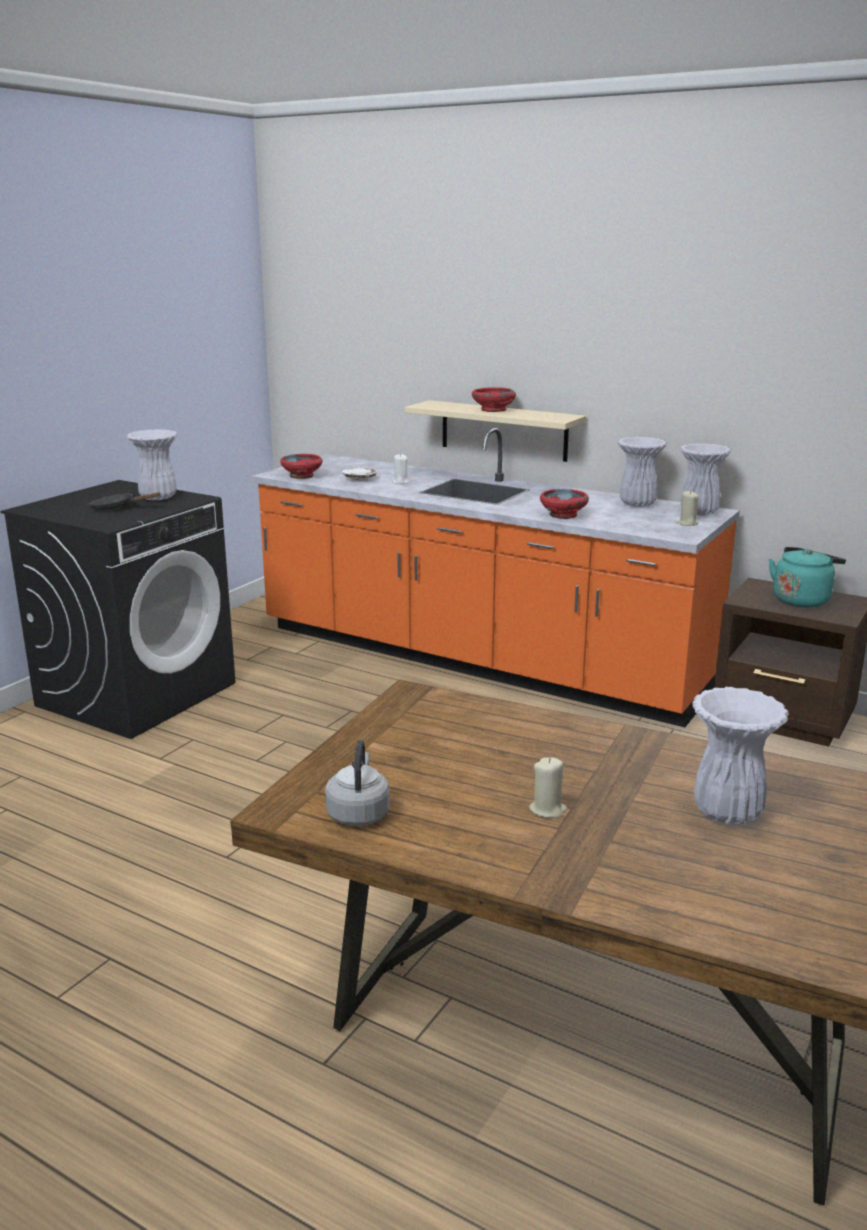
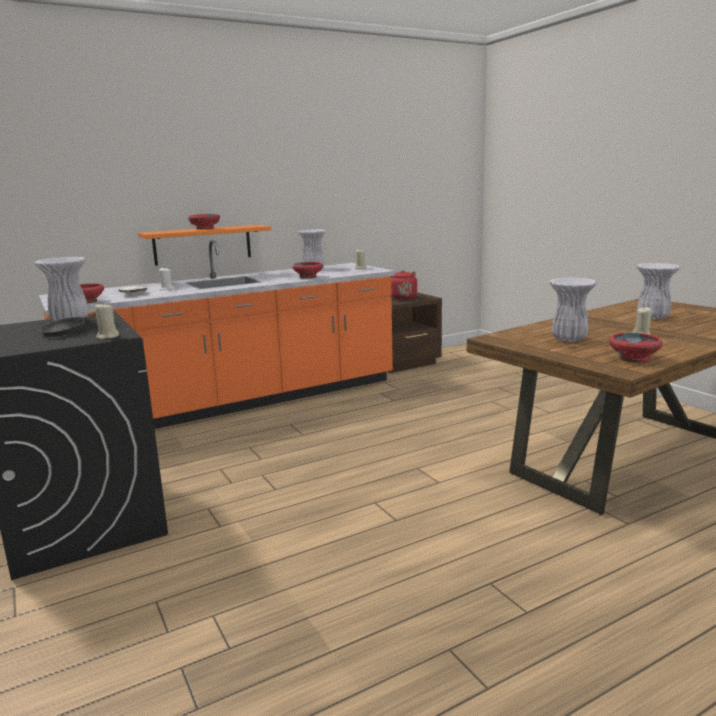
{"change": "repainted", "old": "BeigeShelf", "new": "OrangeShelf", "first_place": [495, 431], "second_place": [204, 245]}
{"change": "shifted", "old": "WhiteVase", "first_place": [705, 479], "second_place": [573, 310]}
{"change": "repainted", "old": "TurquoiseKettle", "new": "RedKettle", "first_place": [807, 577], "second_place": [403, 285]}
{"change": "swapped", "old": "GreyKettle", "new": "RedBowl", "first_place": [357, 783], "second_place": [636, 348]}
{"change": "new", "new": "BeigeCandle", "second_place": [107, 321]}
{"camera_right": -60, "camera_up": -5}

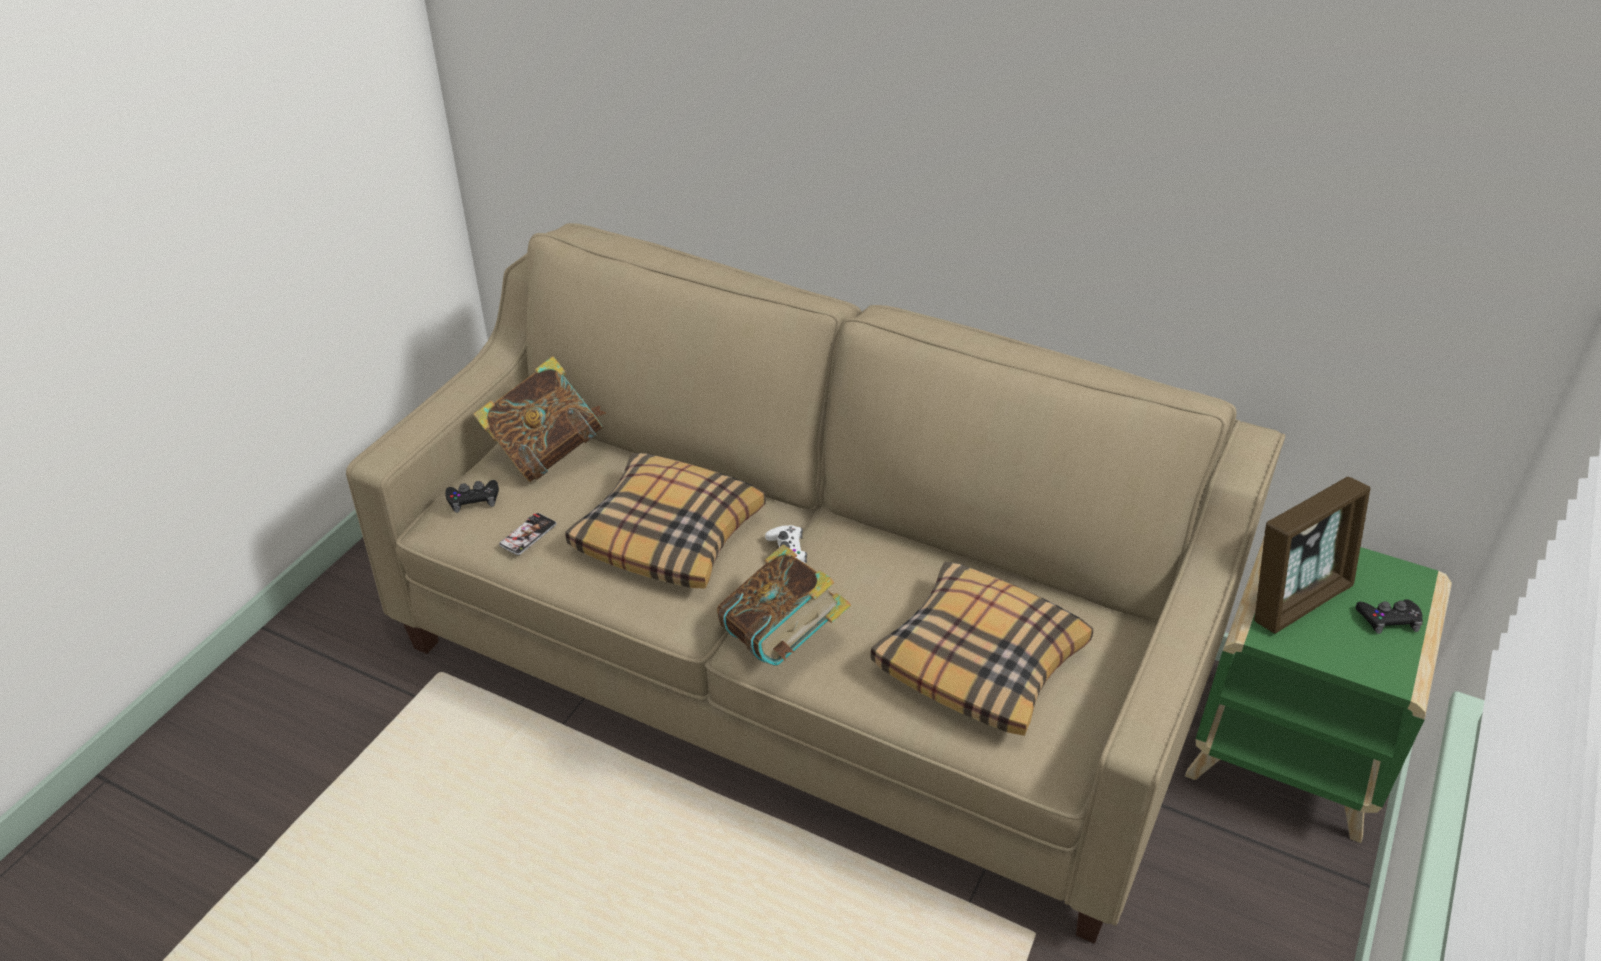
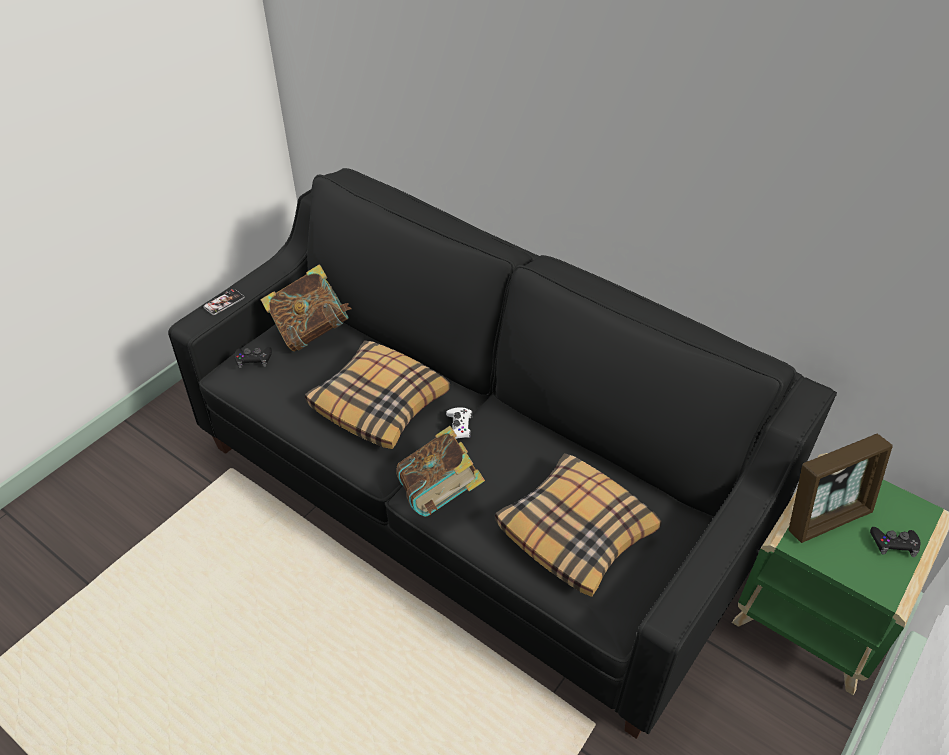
{"change": "repainted", "old": "BeigeSofa", "new": "BlackSofa", "first_place": [815, 583], "second_place": [502, 453]}
{"change": "shifted", "old": "Phone", "first_place": [528, 534], "second_place": [224, 302]}
{"camera_right": 10, "camera_up": 5}

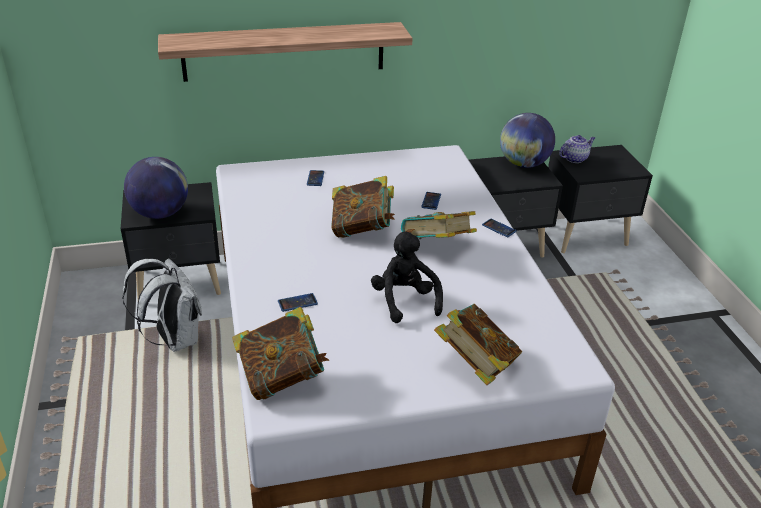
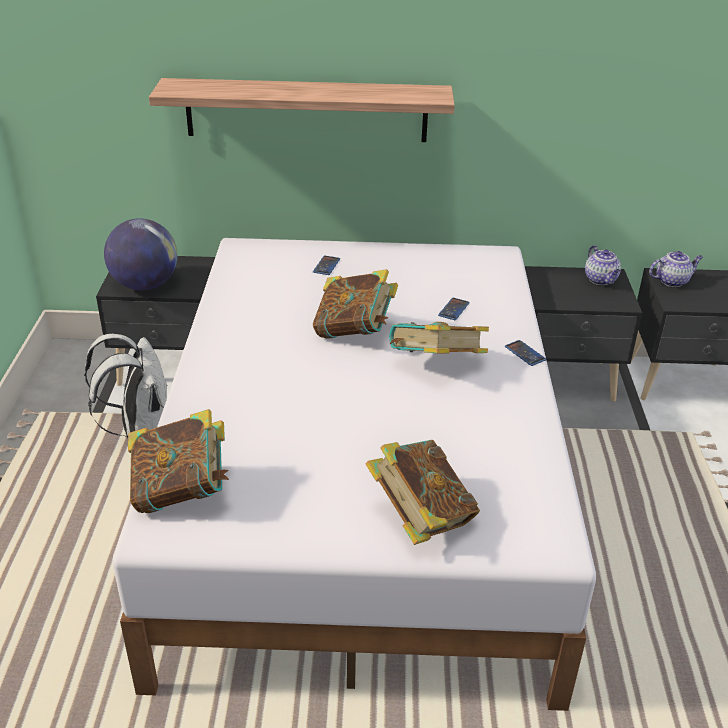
{"change": "swapped", "old": "Globe", "new": "Teapot", "first_place": [527, 140], "second_place": [603, 265]}
{"change": "gone", "old": "BlackPlushToy", "first_place": [407, 277]}
{"change": "gone", "old": "Phone", "first_place": [298, 302]}
{"camera_right": 15, "camera_up": 0}

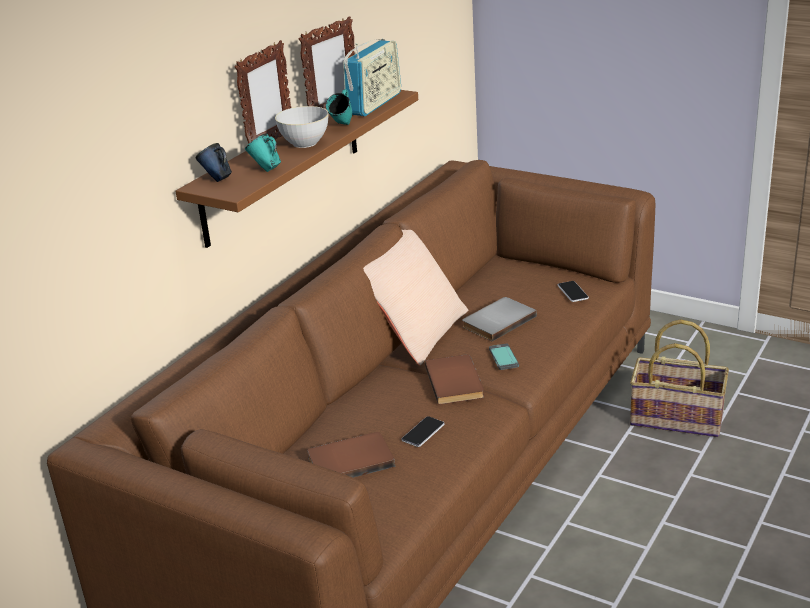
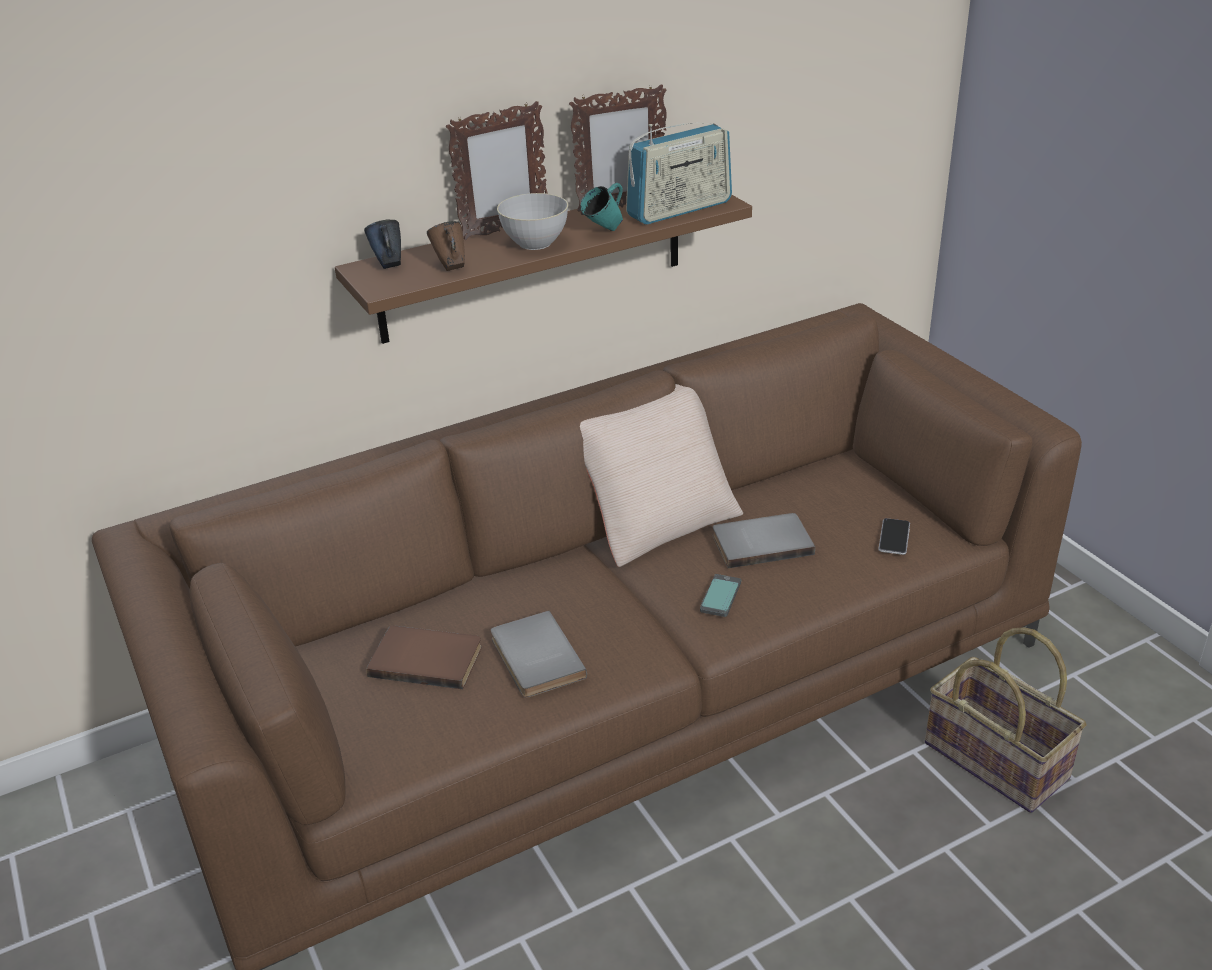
{"change": "repainted", "old": "TurquoiseMug", "new": "BrownMug", "first_place": [263, 152], "second_place": [446, 246]}
{"change": "gone", "old": "BrownBook", "first_place": [454, 379]}
{"change": "swapped", "old": "Phone", "new": "GreyBook", "first_place": [423, 431], "second_place": [539, 654]}
{"camera_right": 30, "camera_up": 5}

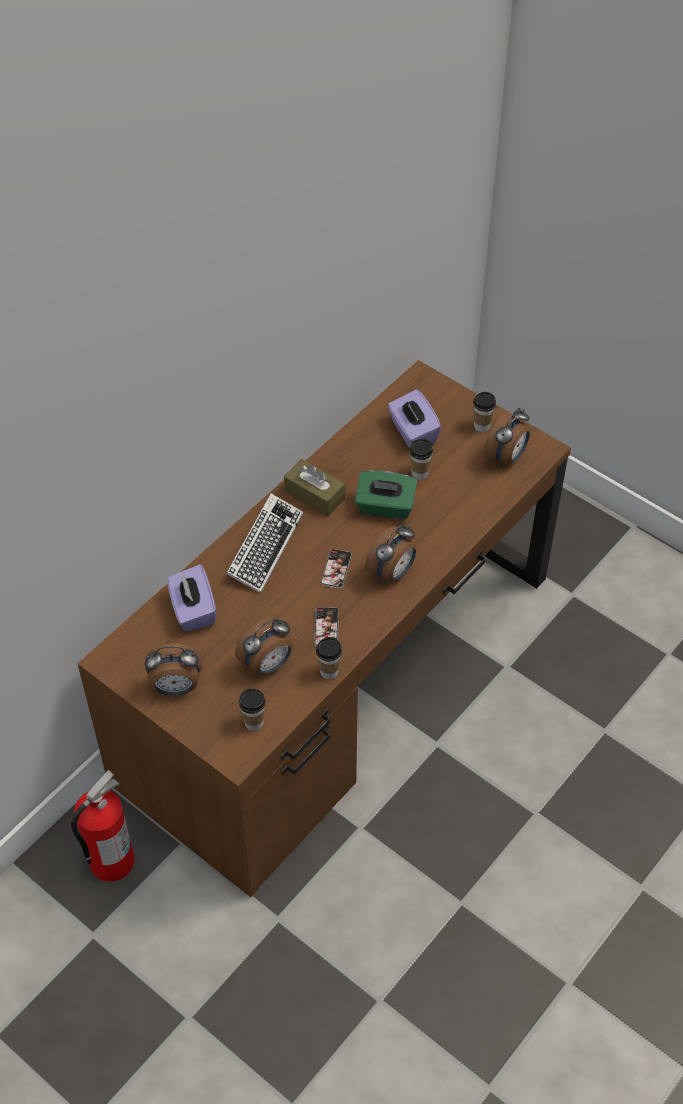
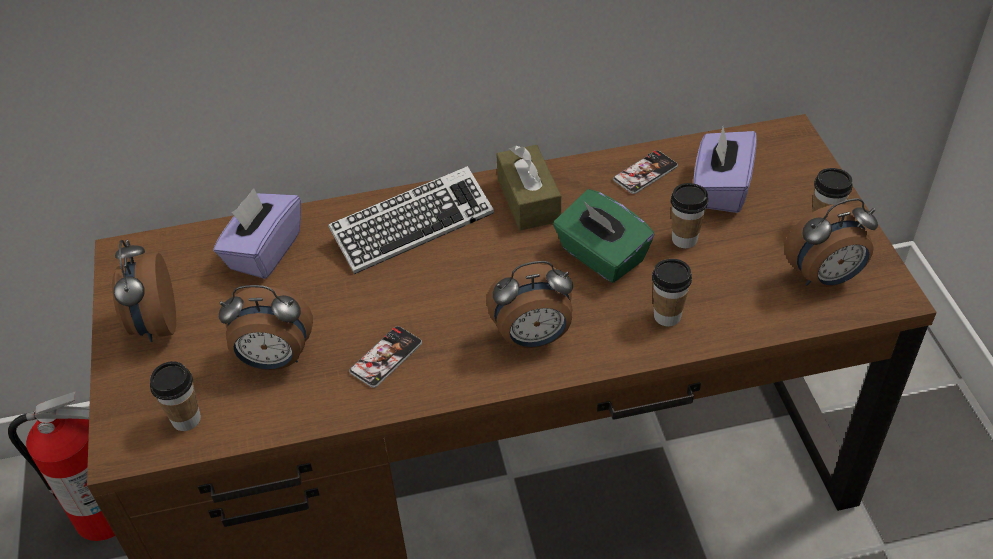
{"change": "shifted", "old": "Phone", "first_place": [336, 569], "second_place": [645, 172]}
{"change": "shifted", "old": "Cup", "first_place": [329, 658], "second_place": [672, 292]}
{"change": "rotated", "old": "AlarmClock", "first_place": [173, 669], "second_place": [144, 290], "degrees": 45}
{"camera_right": 40, "camera_up": -5}

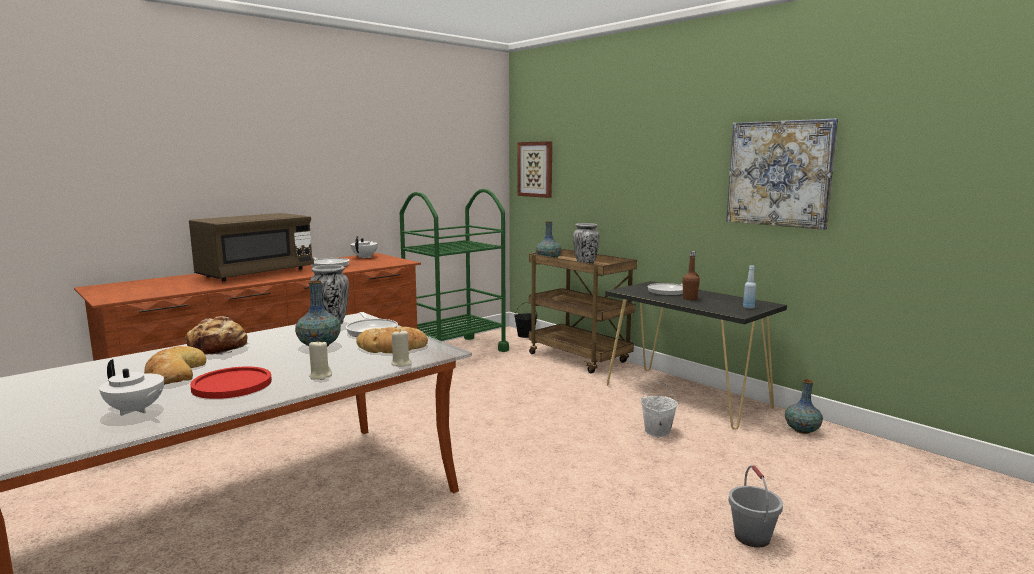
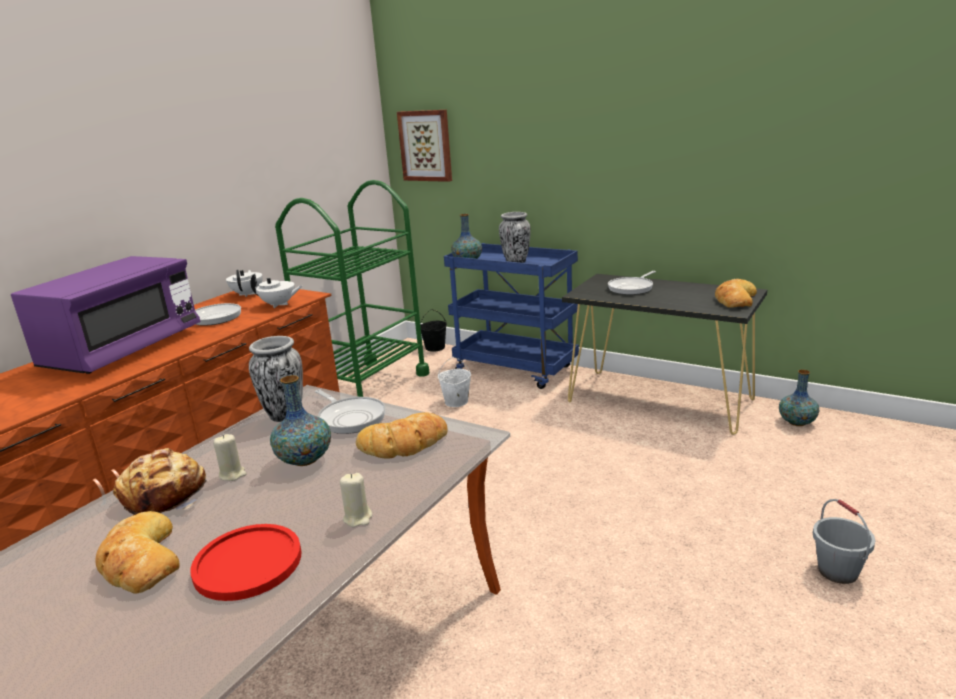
{"change": "gone", "old": "Picture", "first_place": [782, 174]}
{"change": "repainted", "old": "BrownMicrowave", "new": "PurpleMicrowave", "first_place": [251, 247], "second_place": [106, 315]}
{"change": "repainted", "old": "BrownCart", "new": "BlueCart", "first_place": [583, 311], "second_place": [511, 316]}
{"change": "gone", "old": "BrownBottle", "first_place": [691, 275]}
{"change": "swapped", "old": "BlueBottle", "new": "Bread", "first_place": [749, 287], "second_place": [736, 293]}
{"change": "shifted", "old": "BeigeCandle", "first_place": [401, 348], "second_place": [230, 457]}
{"change": "shifted", "old": "WhiteTeapot", "first_place": [131, 387], "second_place": [276, 291]}
{"change": "shifted", "old": "WhiteBucket", "first_place": [659, 409], "second_place": [454, 382]}
{"camera_right": -15, "camera_up": 10}

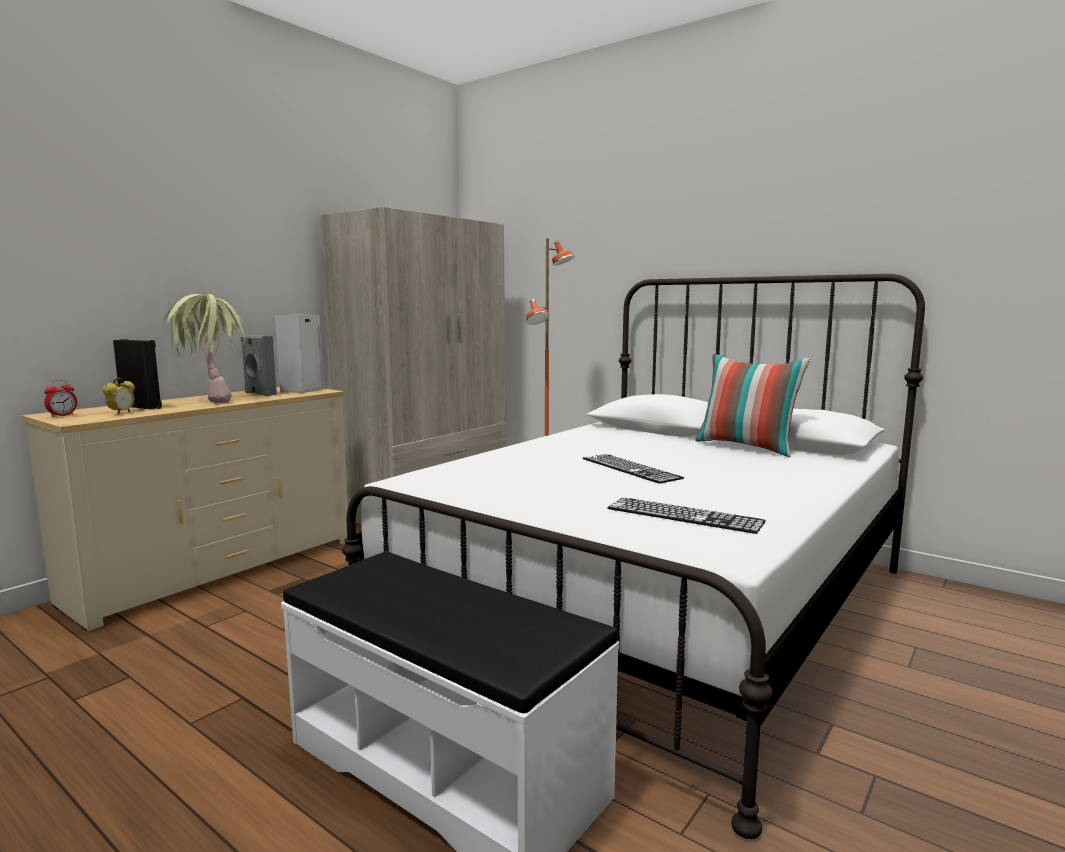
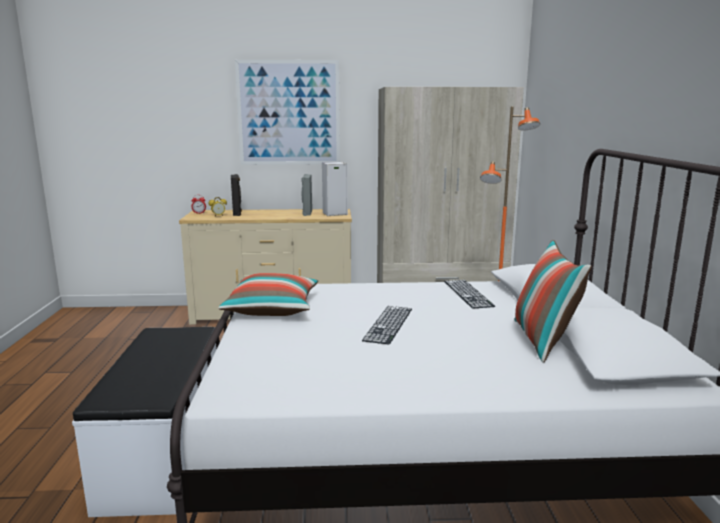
{"change": "gone", "old": "PottedPlant", "first_place": [204, 348]}
{"change": "shifted", "old": "Keyboard", "first_place": [687, 515], "second_place": [469, 294]}
{"change": "new", "new": "Picture", "second_place": [287, 112]}
{"change": "new", "new": "Pillow", "second_place": [268, 294]}
{"camera_right": 50, "camera_up": 5}

